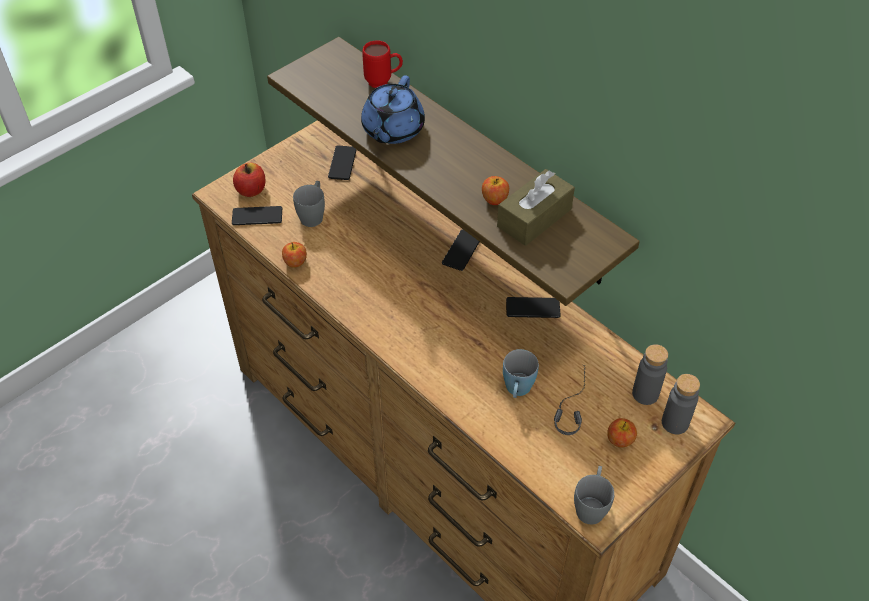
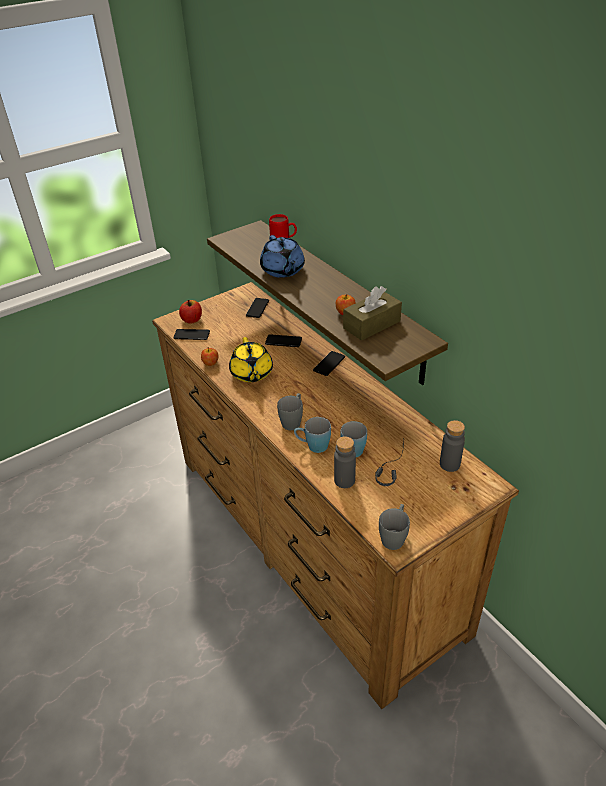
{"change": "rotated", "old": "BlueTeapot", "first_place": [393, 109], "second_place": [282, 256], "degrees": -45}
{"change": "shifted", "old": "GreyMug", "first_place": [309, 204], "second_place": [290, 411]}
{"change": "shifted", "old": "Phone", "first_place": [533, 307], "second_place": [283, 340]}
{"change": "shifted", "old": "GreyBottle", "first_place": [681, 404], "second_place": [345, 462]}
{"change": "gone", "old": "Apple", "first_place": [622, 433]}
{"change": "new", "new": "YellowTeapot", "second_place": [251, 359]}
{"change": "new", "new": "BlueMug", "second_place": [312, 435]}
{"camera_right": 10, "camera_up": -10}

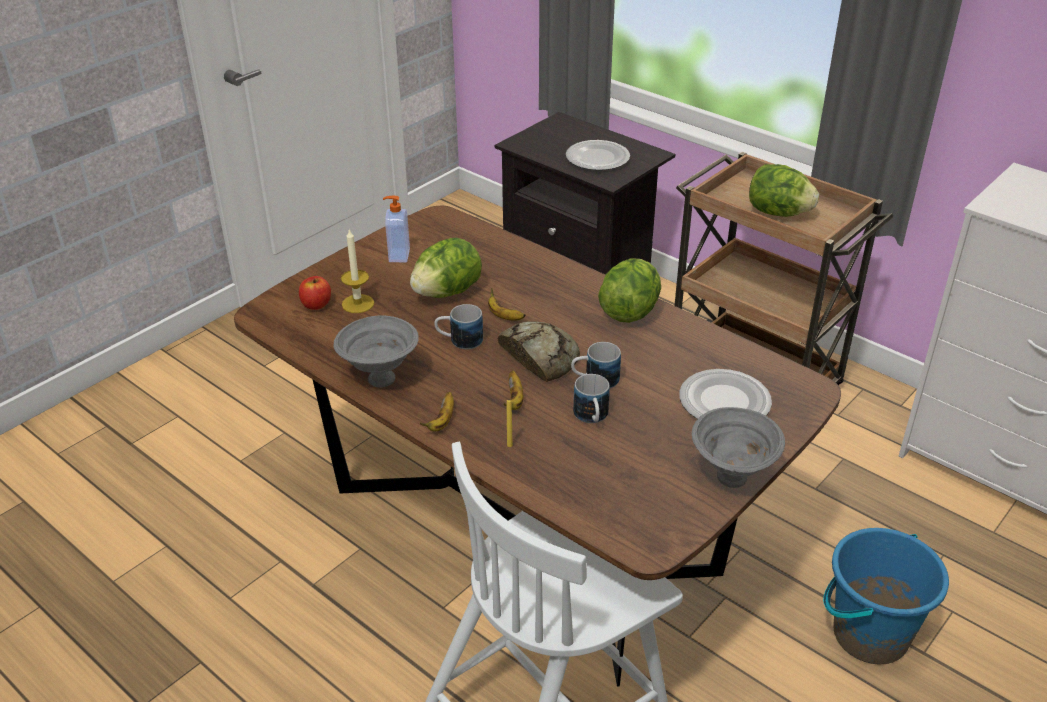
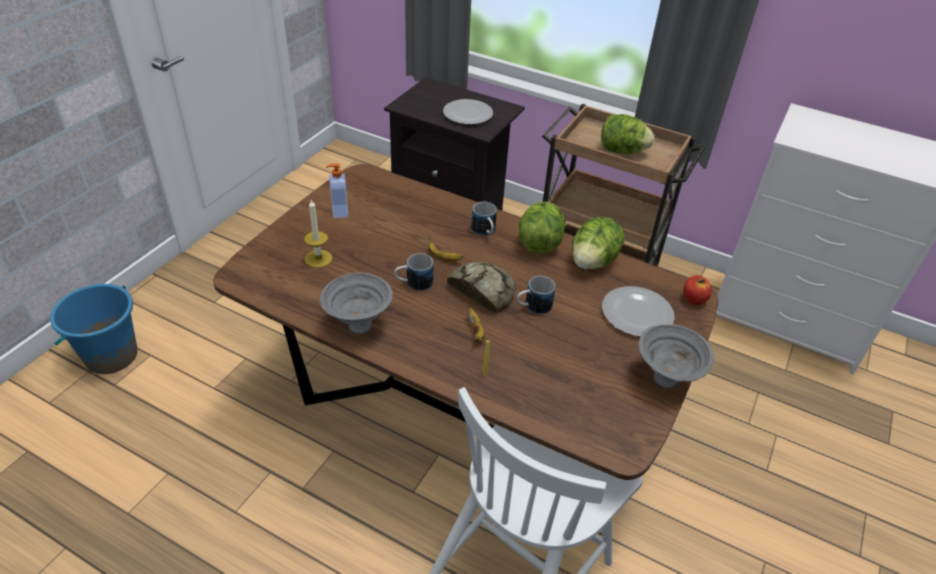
{"change": "shifted", "old": "Lettuce", "first_place": [446, 268], "second_place": [598, 243]}
{"change": "shifted", "old": "Apple", "first_place": [315, 293], "second_place": [697, 290]}
{"change": "shifted", "old": "Mug", "first_place": [591, 398], "second_place": [484, 219]}
{"change": "gone", "old": "Banana", "first_place": [437, 411]}
{"change": "shifted", "old": "BlueBucket", "first_place": [886, 596], "second_place": [94, 329]}
{"camera_right": -15, "camera_up": 5}

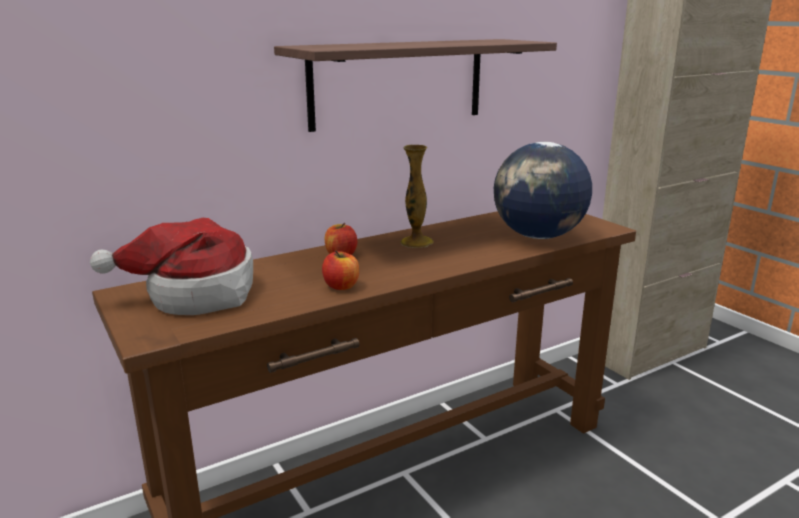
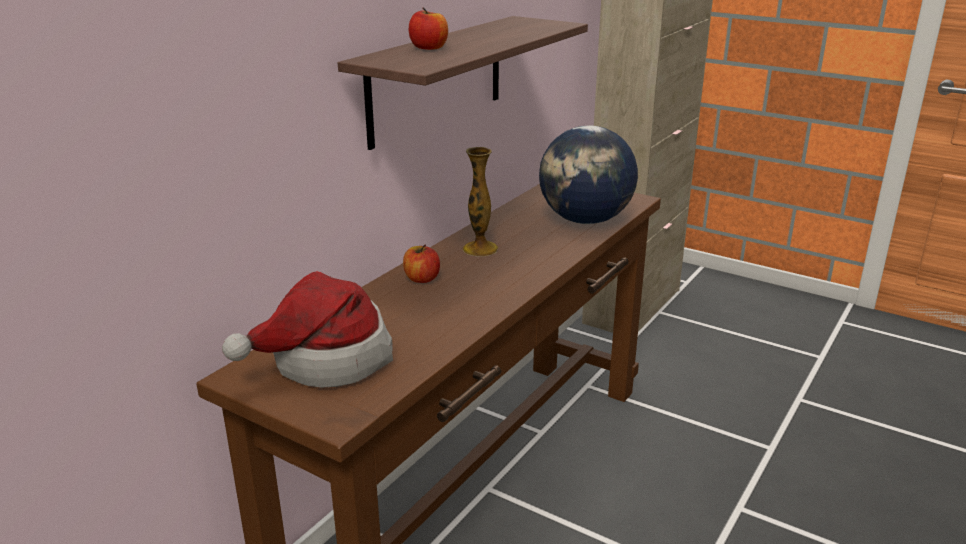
{"change": "shifted", "old": "Apple", "first_place": [340, 270], "second_place": [428, 29]}
{"camera_right": -25, "camera_up": 5}

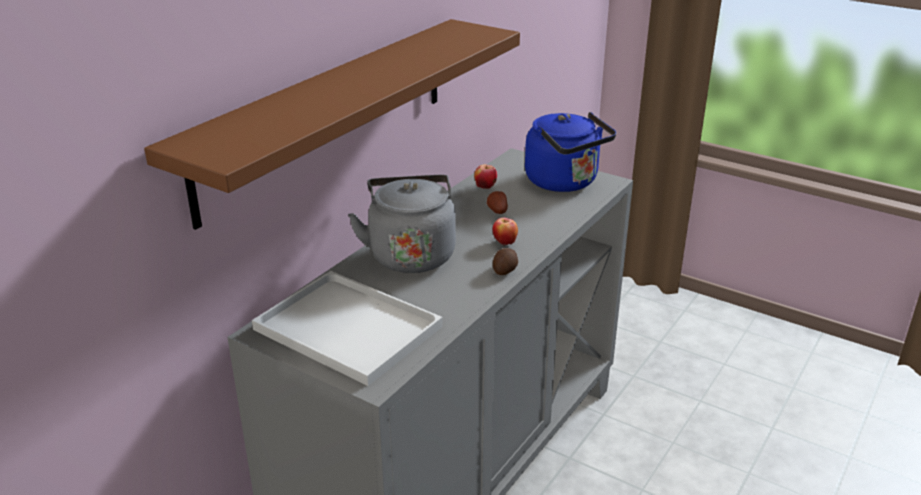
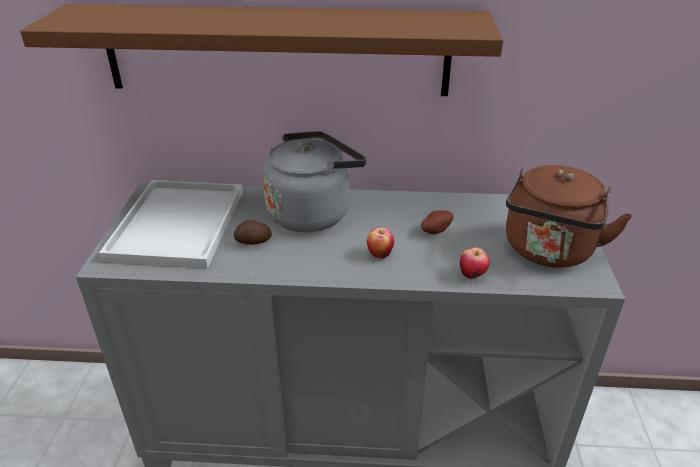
{"change": "repainted", "old": "BlueKettle", "new": "BrownKettle", "first_place": [570, 152], "second_place": [569, 216]}
{"change": "shifted", "old": "Apple", "first_place": [485, 176], "second_place": [475, 263]}
{"change": "shifted", "old": "Potato", "first_place": [505, 261], "second_place": [253, 232]}
{"camera_right": 60, "camera_up": 5}

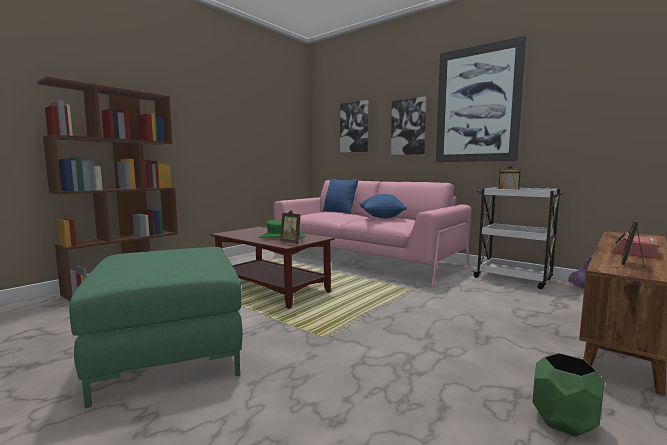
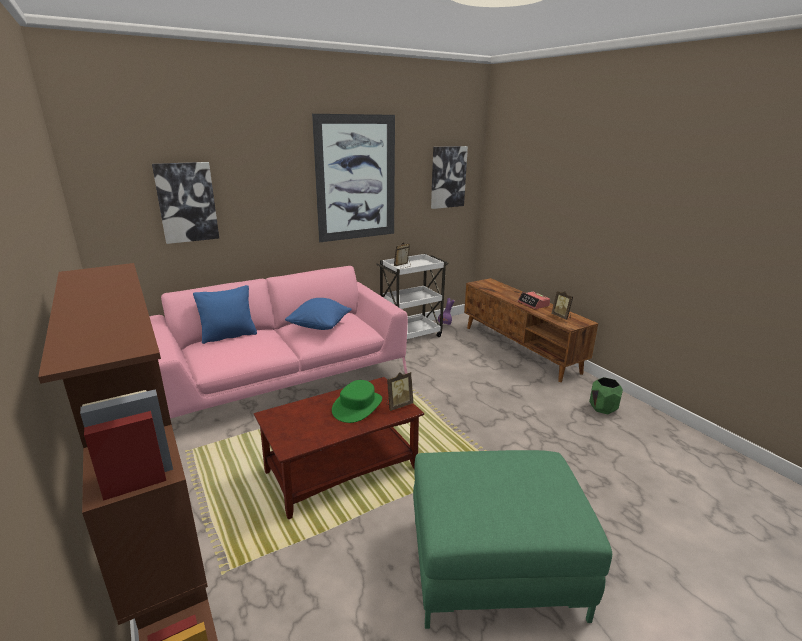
{"change": "shifted", "old": "Picture", "first_place": [408, 126], "second_place": [449, 177]}
{"camera_right": -70, "camera_up": 15}

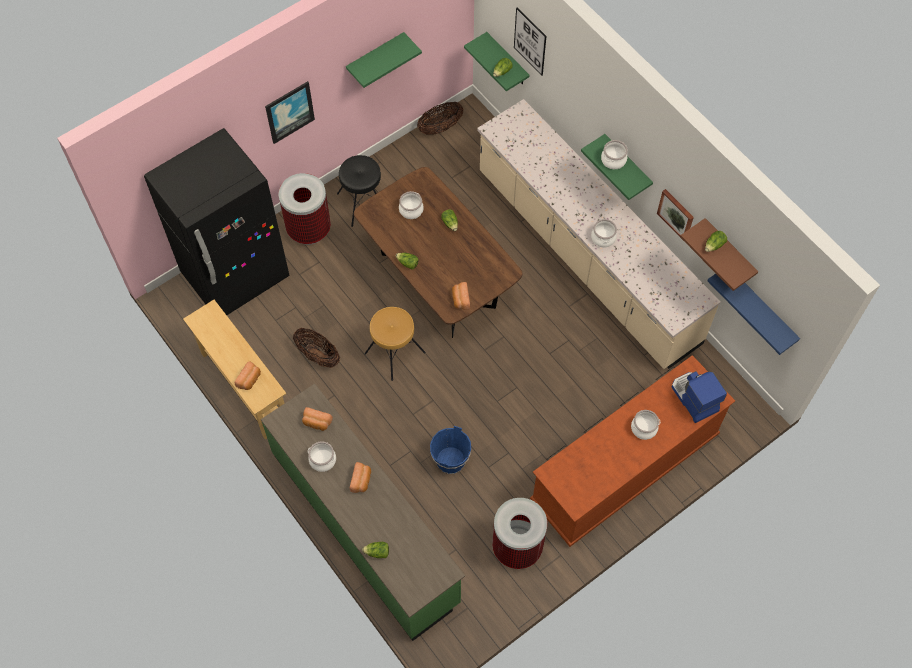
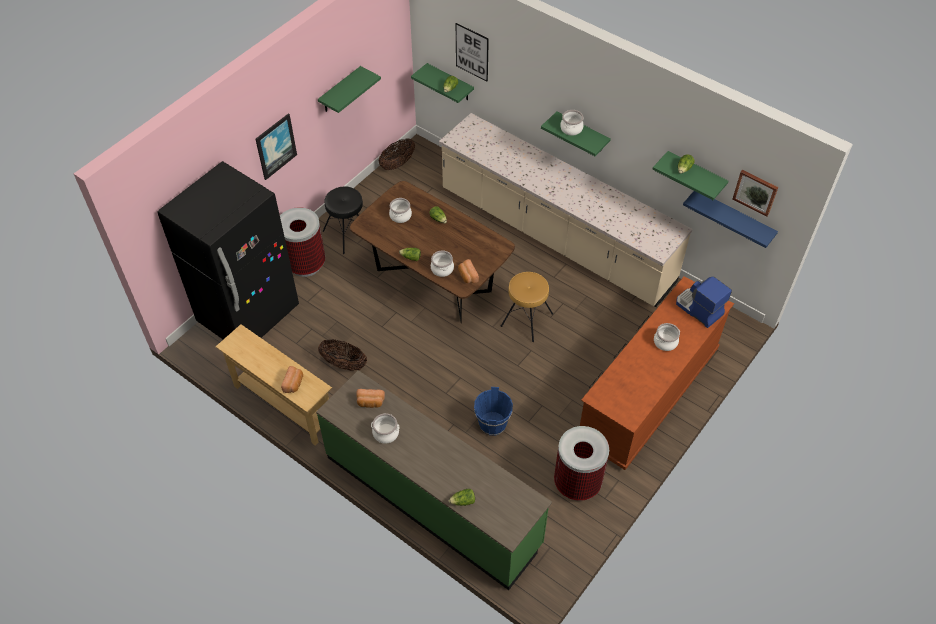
{"change": "shifted", "old": "Picture", "first_place": [675, 213], "second_place": [755, 193]}
{"change": "repainted", "old": "BrownShelf", "new": "GreenShelf", "first_place": [719, 254], "second_place": [690, 175]}
{"change": "shifted", "old": "CookingPot", "first_place": [604, 233], "second_place": [442, 264]}
{"change": "shifted", "old": "BrownStool", "first_place": [395, 344], "second_place": [527, 307]}
{"change": "gone", "old": "Bread", "first_place": [360, 477]}
{"camera_right": -15, "camera_up": -10}

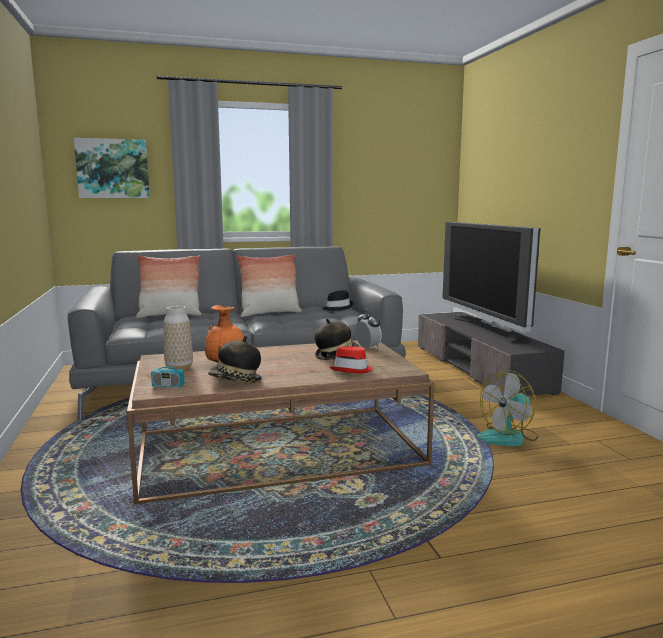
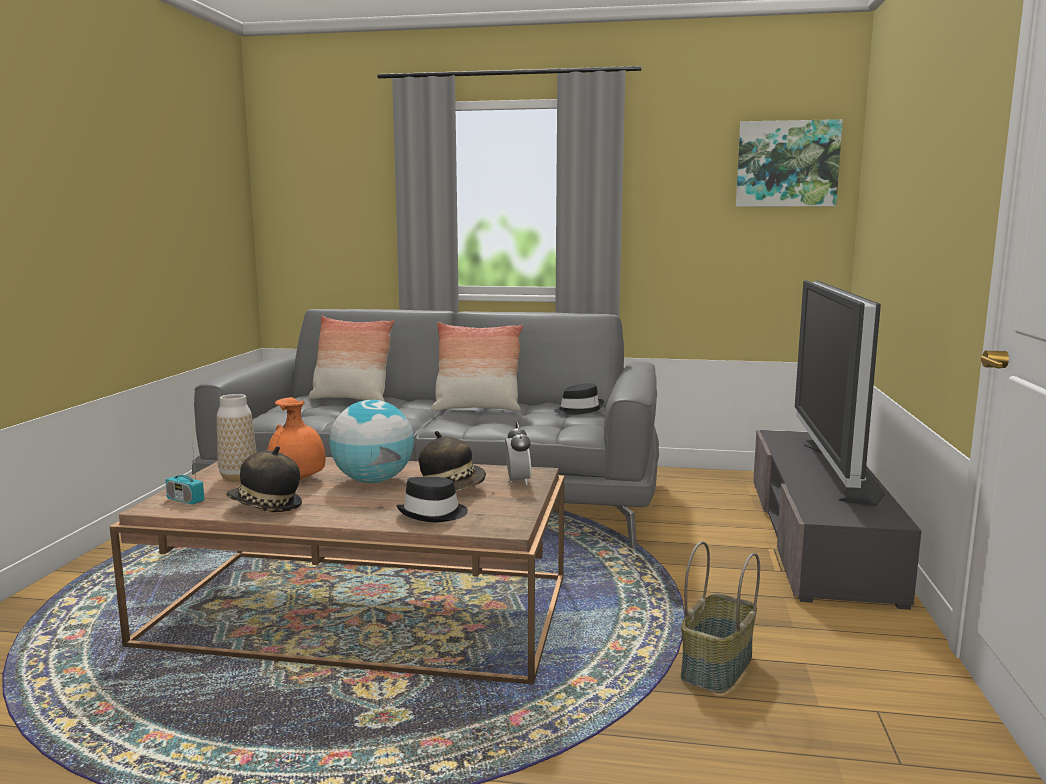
{"change": "shifted", "old": "Picture", "first_place": [112, 168], "second_place": [789, 163]}
{"change": "repainted", "old": "RedHat", "new": "BlackHat", "first_place": [351, 359], "second_place": [432, 499]}
{"change": "swapped", "old": "Fan", "new": "Basket", "first_place": [507, 408], "second_place": [720, 617]}
{"change": "new", "new": "Globe", "second_place": [371, 441]}
{"camera_right": 25, "camera_up": 0}

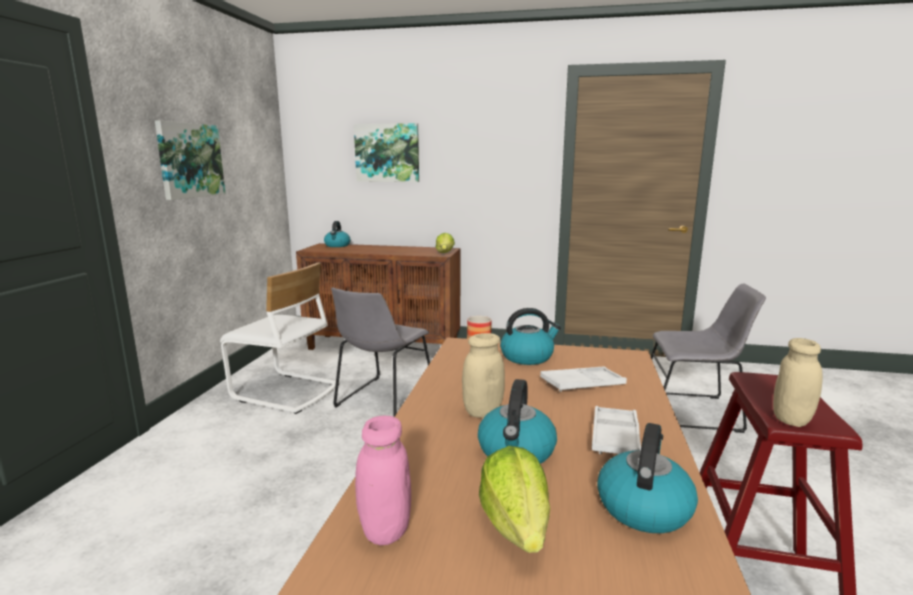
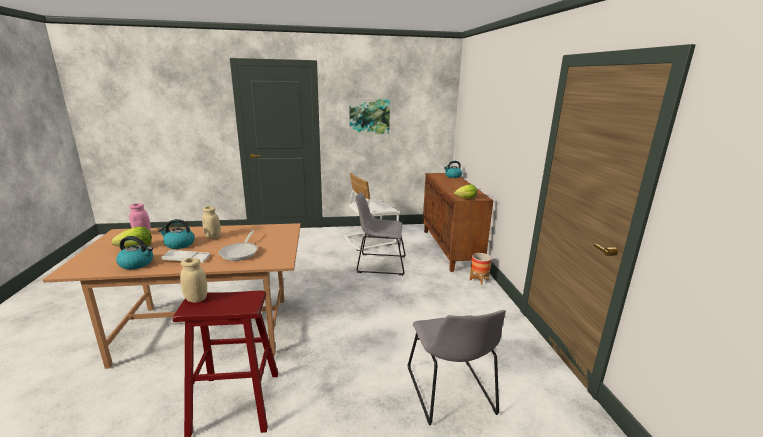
{"change": "gone", "old": "Picture", "first_place": [386, 152]}
{"change": "rotated", "old": "WhiteChair", "first_place": [279, 338], "second_place": [372, 212], "degrees": 60}
{"change": "gone", "old": "Kettle", "first_place": [530, 336]}
{"change": "swapped", "old": "WhiteTray", "new": "FryingPan", "first_place": [583, 379], "second_place": [238, 245]}
{"camera_right": 70, "camera_up": 5}

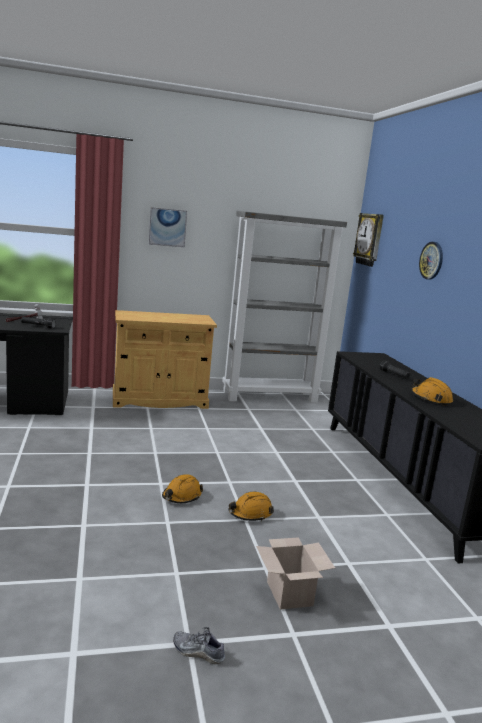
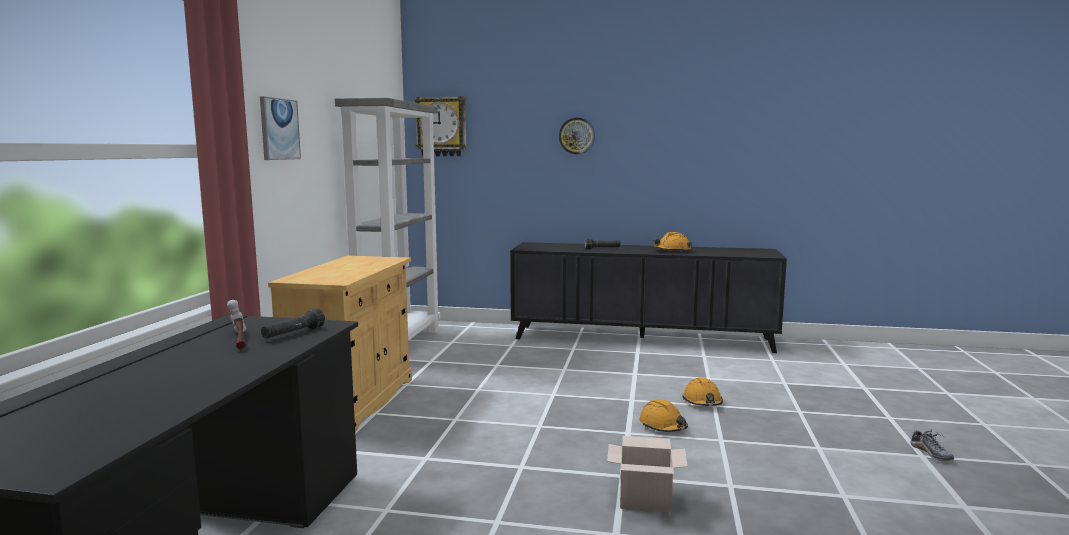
{"change": "shifted", "old": "CardboardBox", "first_place": [295, 573], "second_place": [647, 474]}
{"change": "rotated", "old": "Shoe", "first_place": [199, 645], "second_place": [932, 445], "degrees": -60}
{"camera_right": -65, "camera_up": -5}

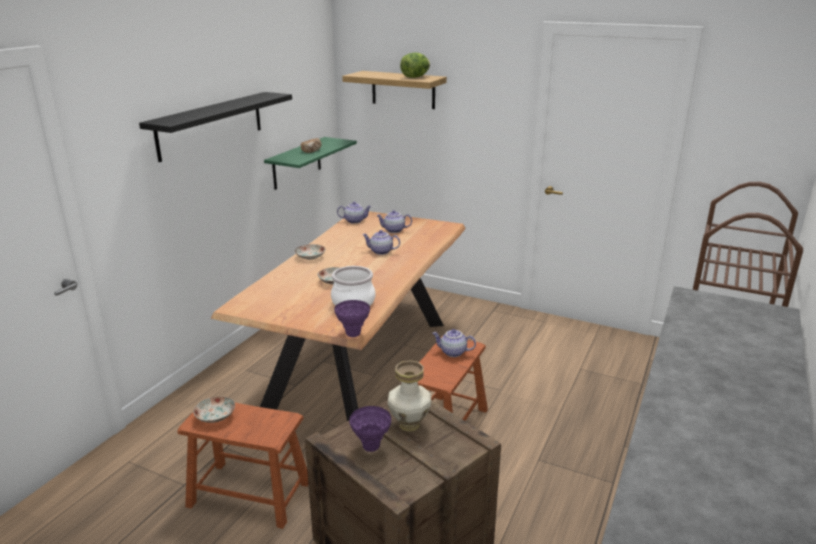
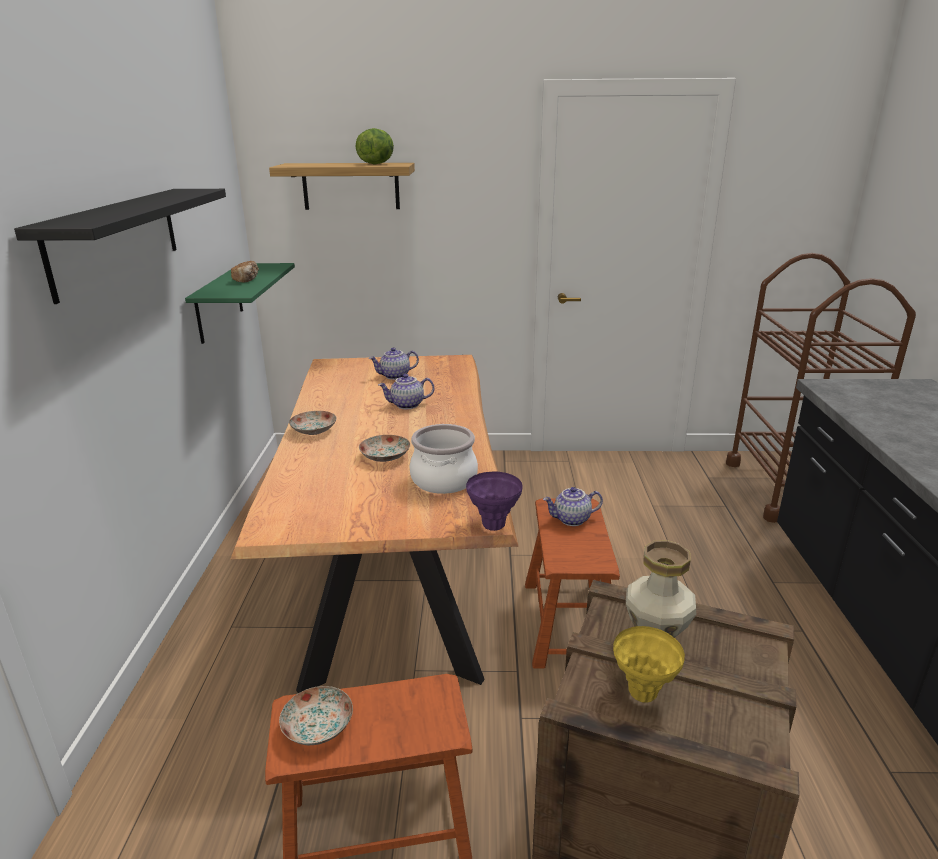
{"change": "gone", "old": "Teapot", "first_place": [354, 213]}
{"change": "repainted", "old": "PurpleVase", "new": "YellowVase", "first_place": [370, 429], "second_place": [649, 664]}
{"camera_right": -25, "camera_up": 0}

